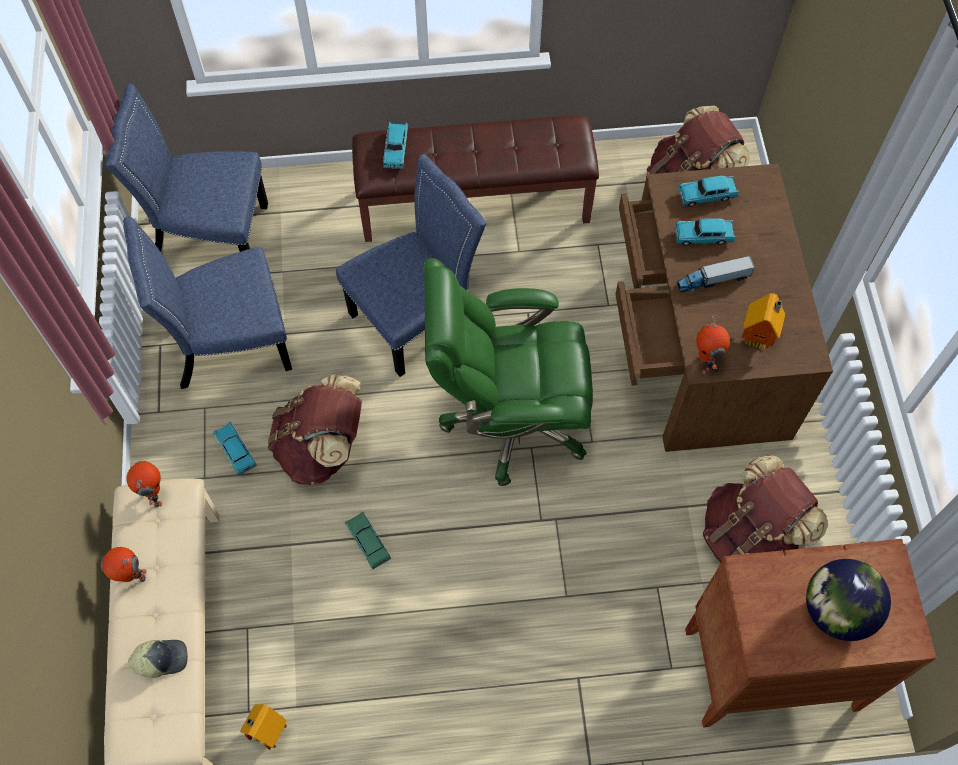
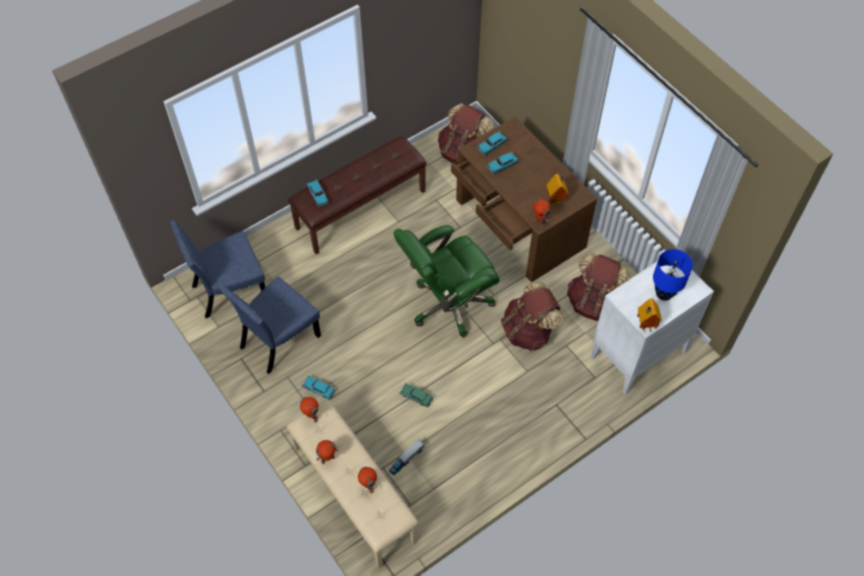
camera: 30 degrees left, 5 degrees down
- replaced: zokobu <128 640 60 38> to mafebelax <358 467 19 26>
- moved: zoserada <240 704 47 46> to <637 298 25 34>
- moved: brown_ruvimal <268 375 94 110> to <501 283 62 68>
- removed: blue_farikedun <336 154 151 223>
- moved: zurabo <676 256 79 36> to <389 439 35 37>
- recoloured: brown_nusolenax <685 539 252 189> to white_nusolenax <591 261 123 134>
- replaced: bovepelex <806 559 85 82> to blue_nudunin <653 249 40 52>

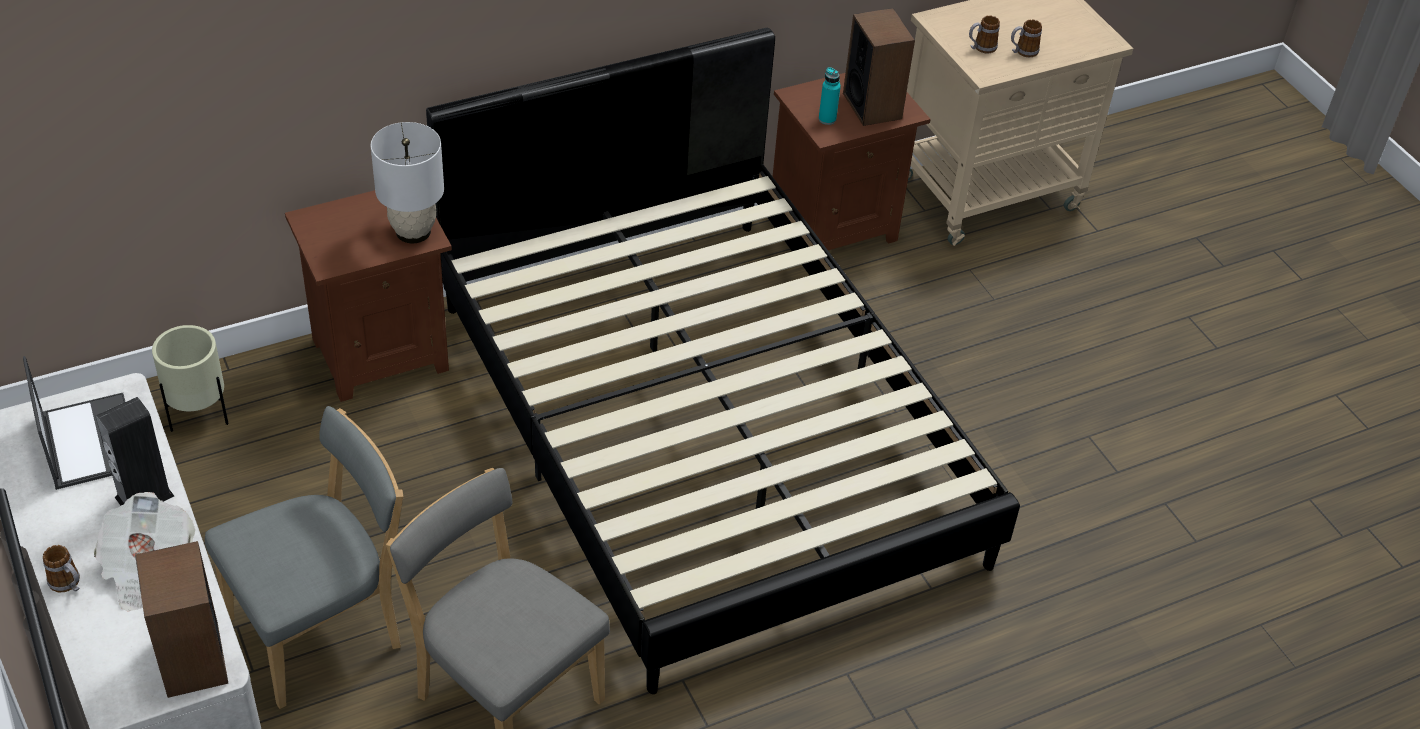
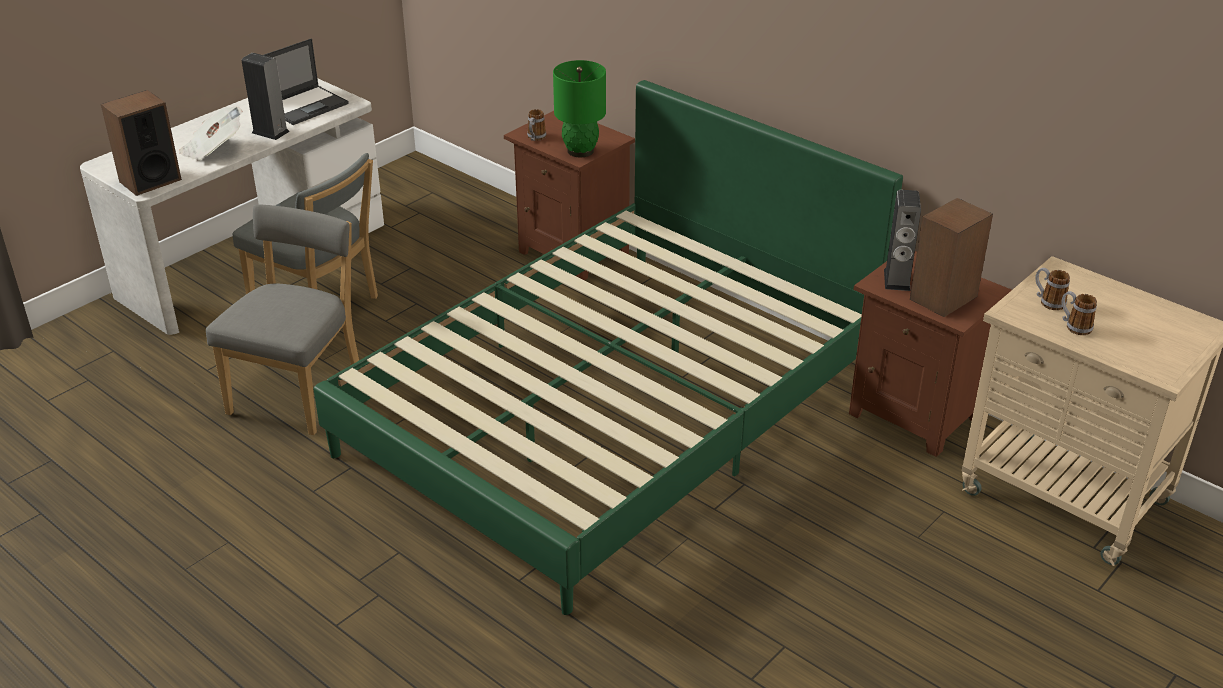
camera: 70 degrees right, 10 degrees down
- moved: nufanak <43 545 37 47> to <527 109 19 32>
- removed: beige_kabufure <152 325 77 107>
- recoloured: white_nudunin <371 122 73 121> to green_nudunin <553 60 53 97>
- recoloured: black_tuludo <426 28 594 666> to green_tuludo <313 80 590 535>
- replaced: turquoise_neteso <819 67 22 58> to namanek <884 190 37 101>

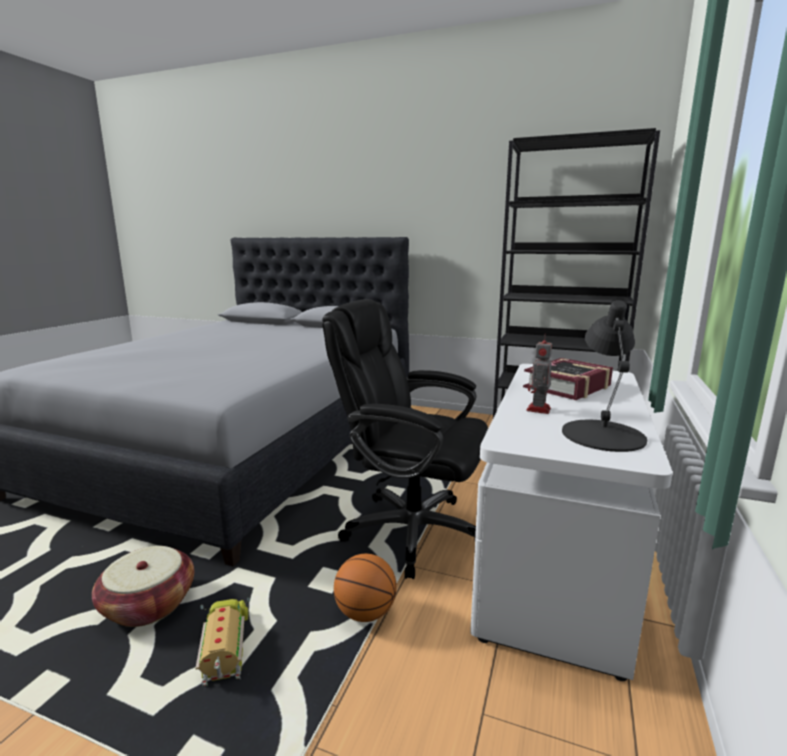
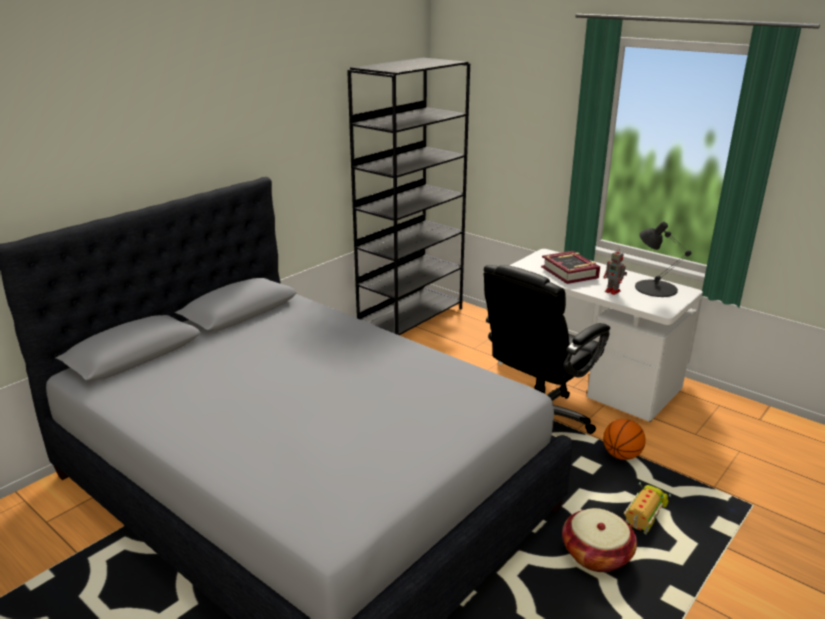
camera: 70 degrees left, 10 degrees up
- turned: zurabo <196 597 54 89> = <624 482 47 52> 120 degrees clockwise

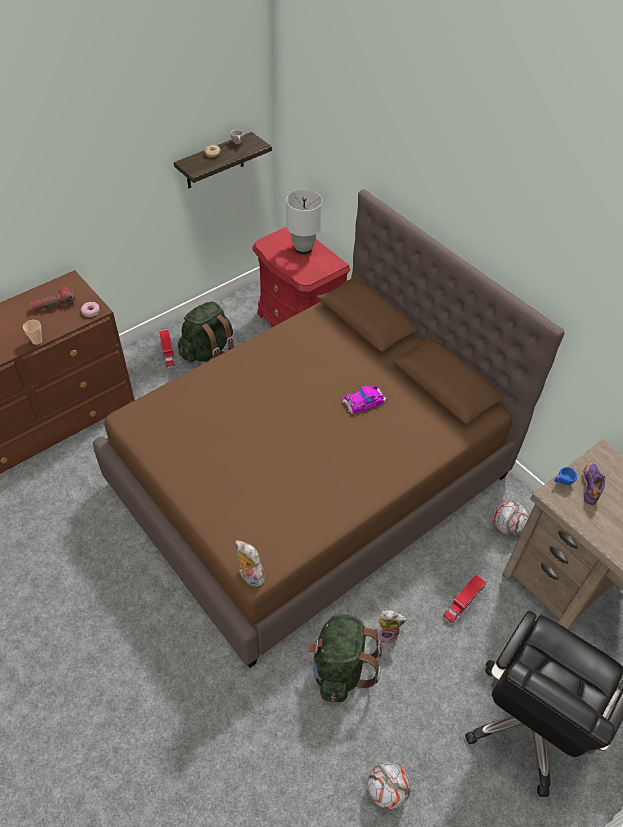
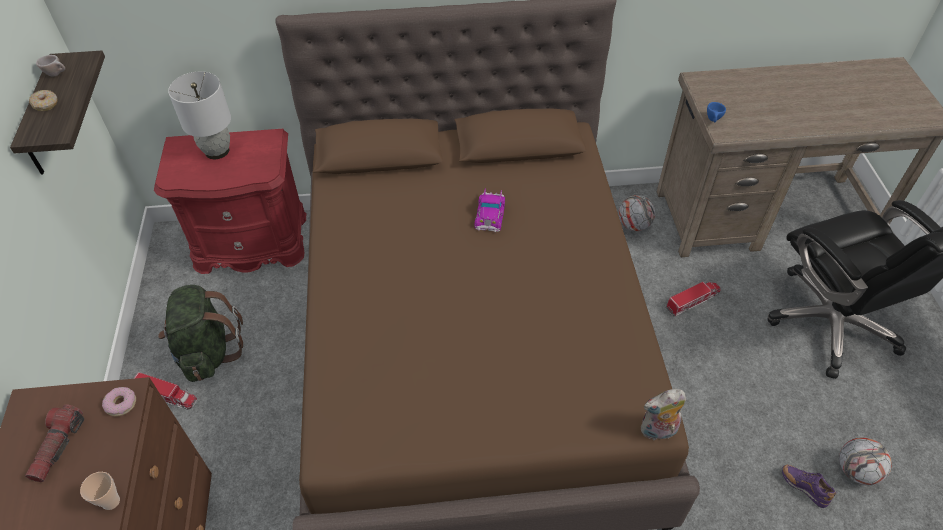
camera: 55 degrees left, 0 degrees up
- removed: green_ruvimal <308 614 74 89>
- removed: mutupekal <373 610 34 34>
- turned: zurabo <443 574 44 49> = <666 281 54 35> 105 degrees counterclockwise
- moved: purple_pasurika <583 462 23 43> to <782 465 55 43>

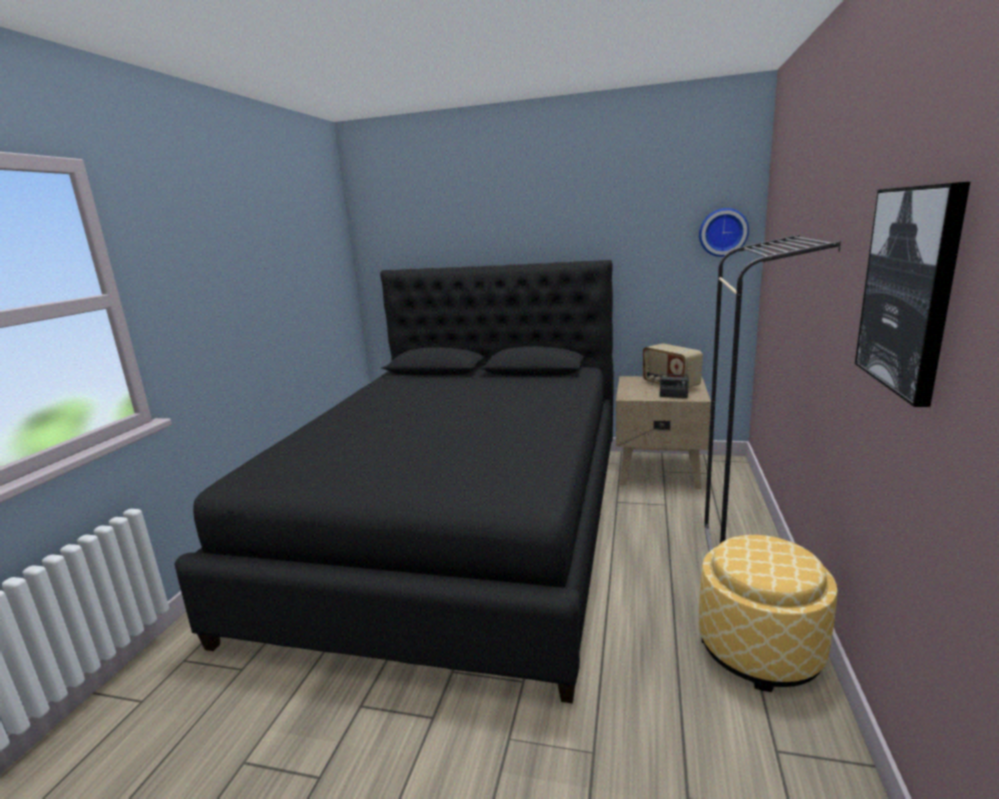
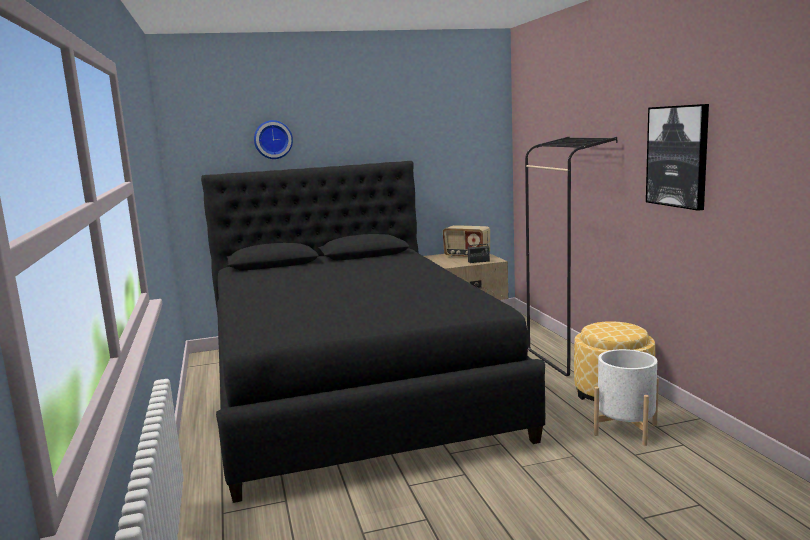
camera: 30 degrees left, 5 degrees down
- moved: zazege <699 208 50 49> to <254 120 39 39>
- added: white_kabufure <594 349 65 97>

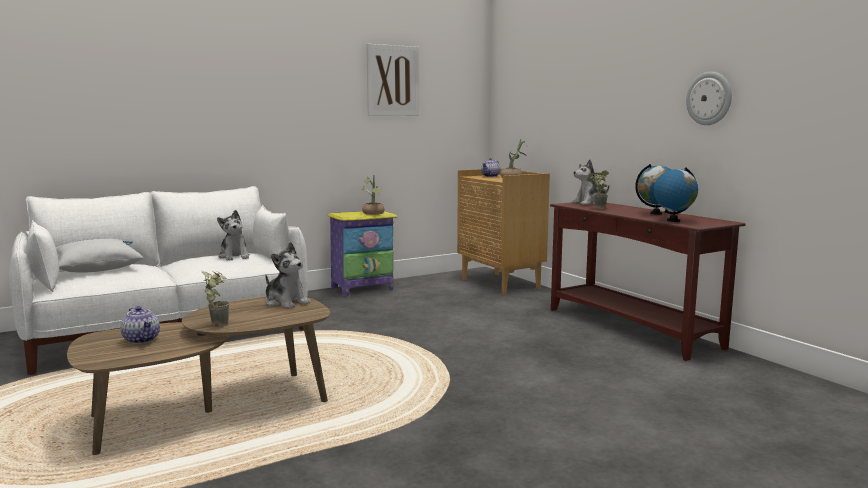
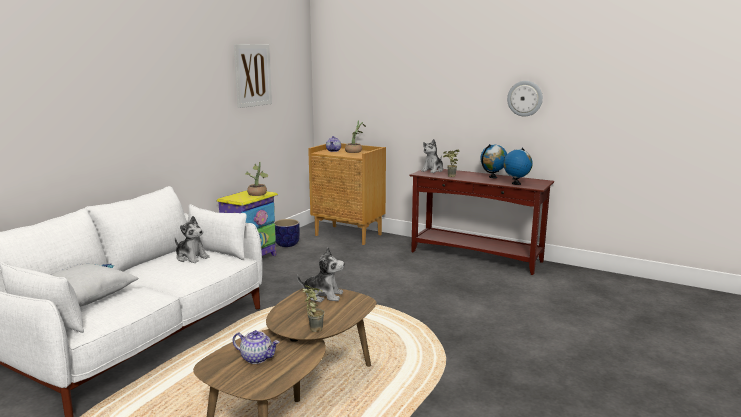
camera: 30 degrees left, 5 degrees up
- added: kabufure <274 219 26 28>

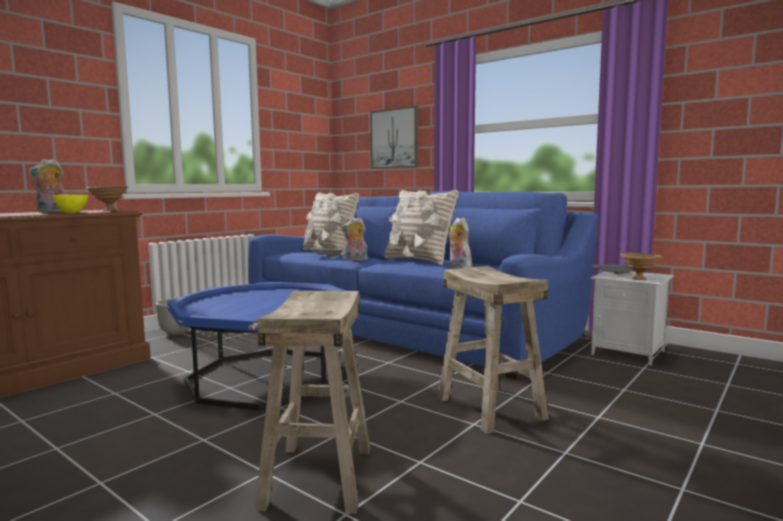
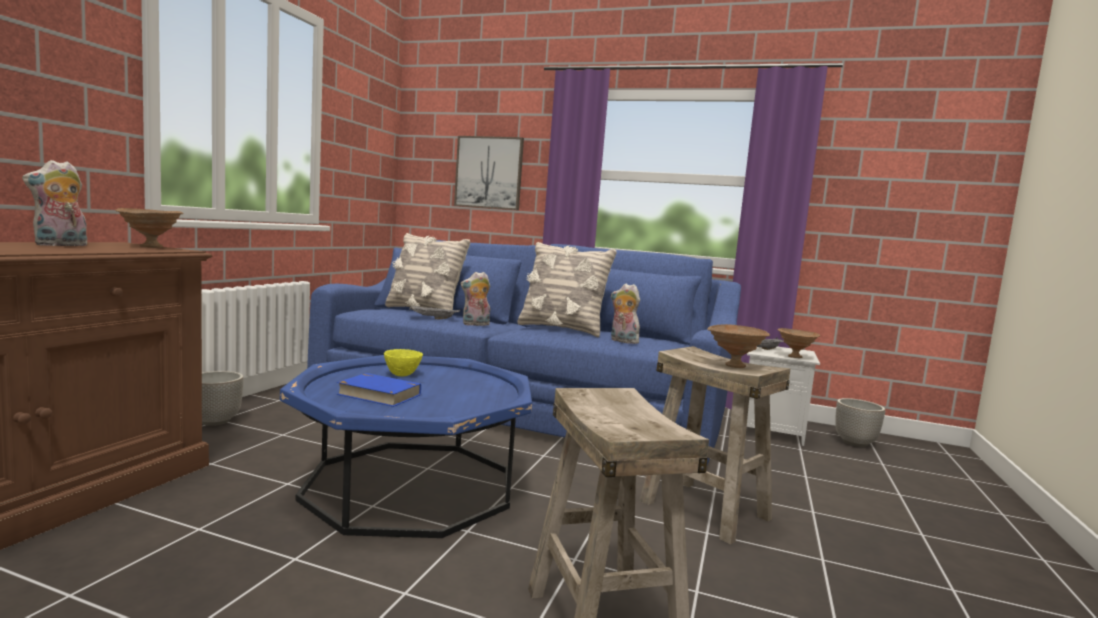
camera: 20 degrees left, 0 degrees up
- moved: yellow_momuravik <53 195 35 18> to <384 349 39 28>
- added: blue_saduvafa <337 373 84 34>
- added: brown_momuravik <707 324 63 44>
- added: kabufure <835 398 50 49>

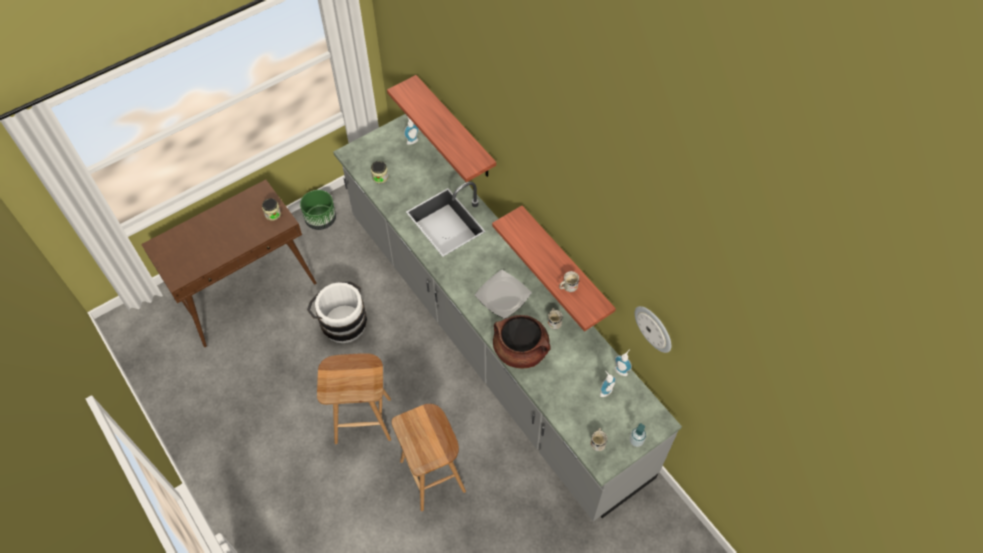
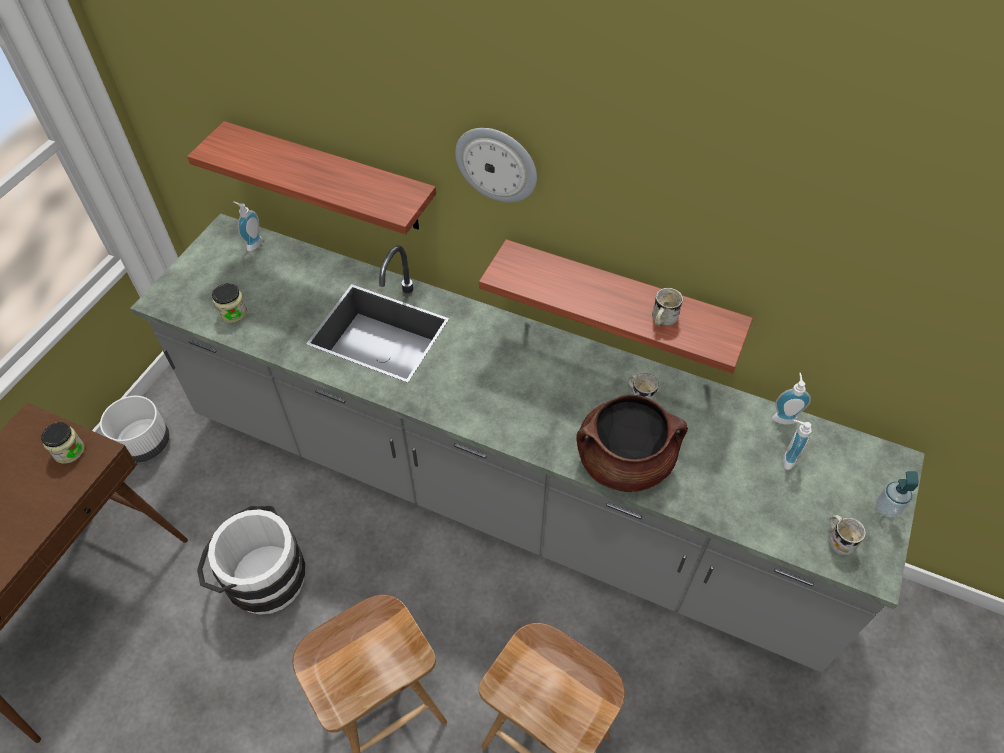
camera: 30 degrees left, 5 degrees down
- recoloured: green_kabufure <300 190 36 40> to white_kabufure <100 396 69 67>
- removed: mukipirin <475 270 57 49>
- moved: zazege <635 306 36 47> to <455 128 82 74>

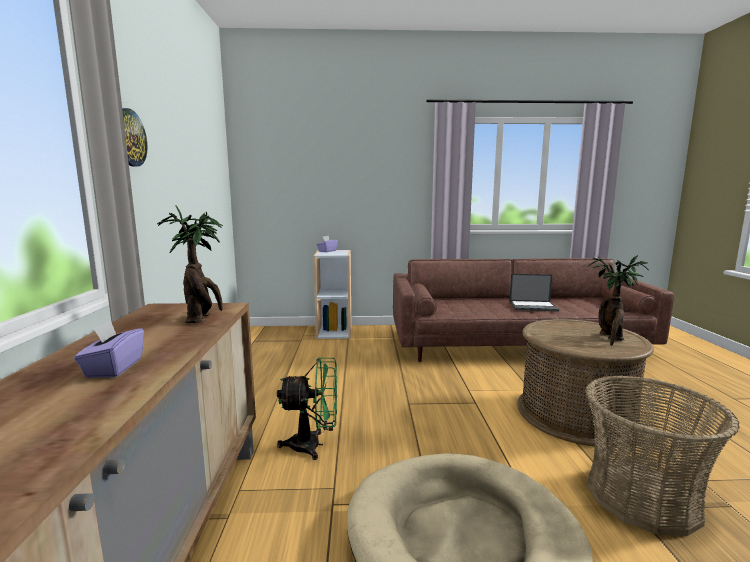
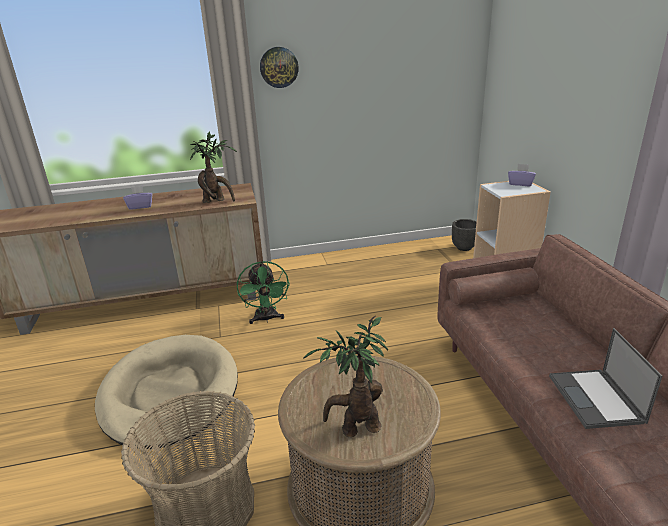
camera: 80 degrees right, 15 degrees up
- added: black_kabufure <452 219 25 32>

